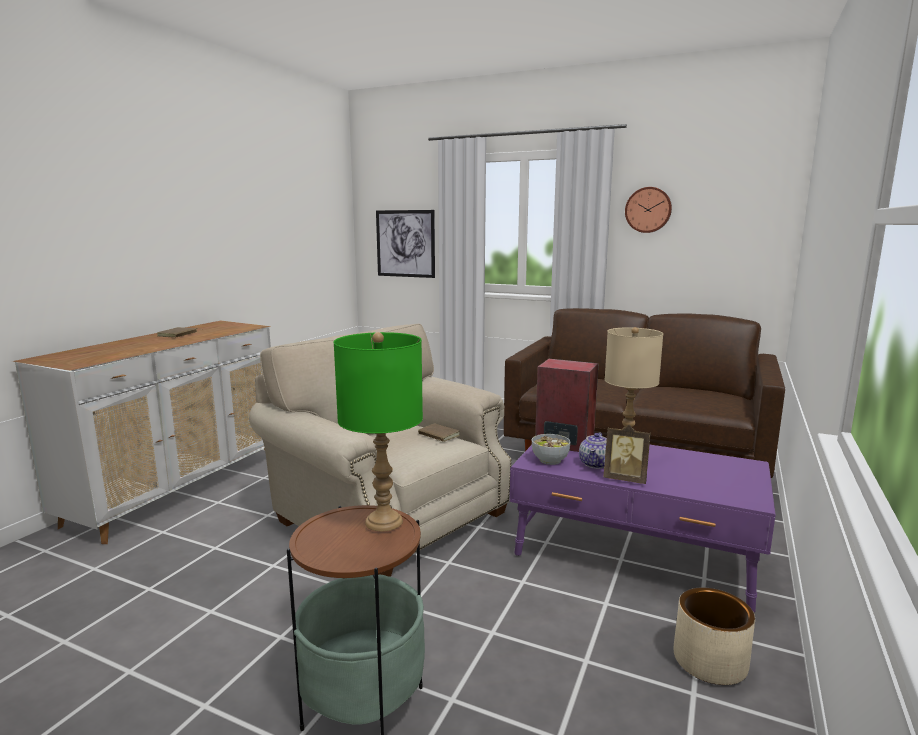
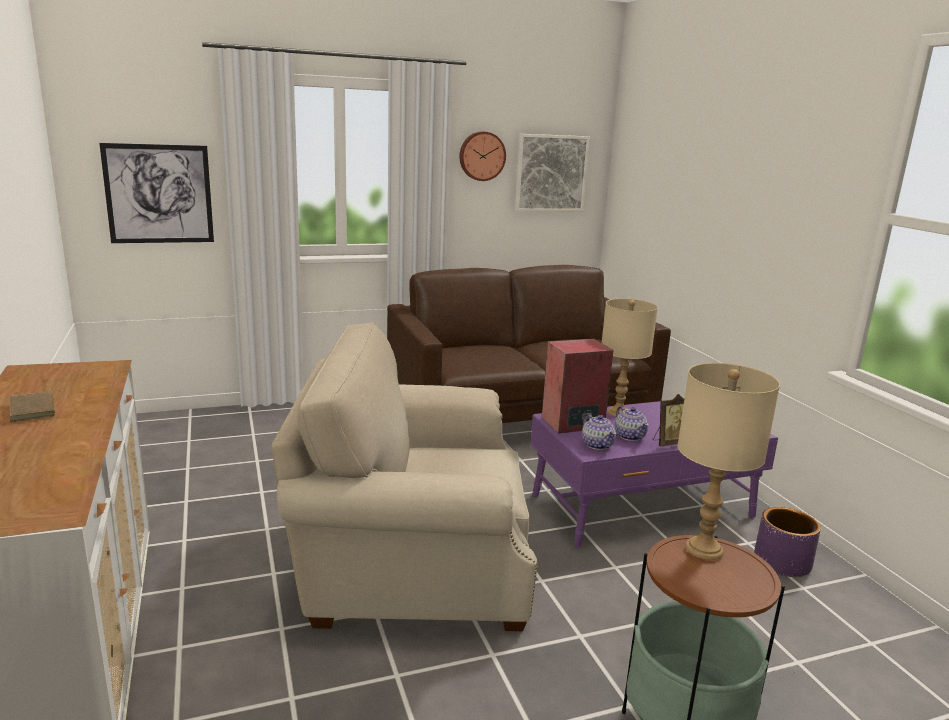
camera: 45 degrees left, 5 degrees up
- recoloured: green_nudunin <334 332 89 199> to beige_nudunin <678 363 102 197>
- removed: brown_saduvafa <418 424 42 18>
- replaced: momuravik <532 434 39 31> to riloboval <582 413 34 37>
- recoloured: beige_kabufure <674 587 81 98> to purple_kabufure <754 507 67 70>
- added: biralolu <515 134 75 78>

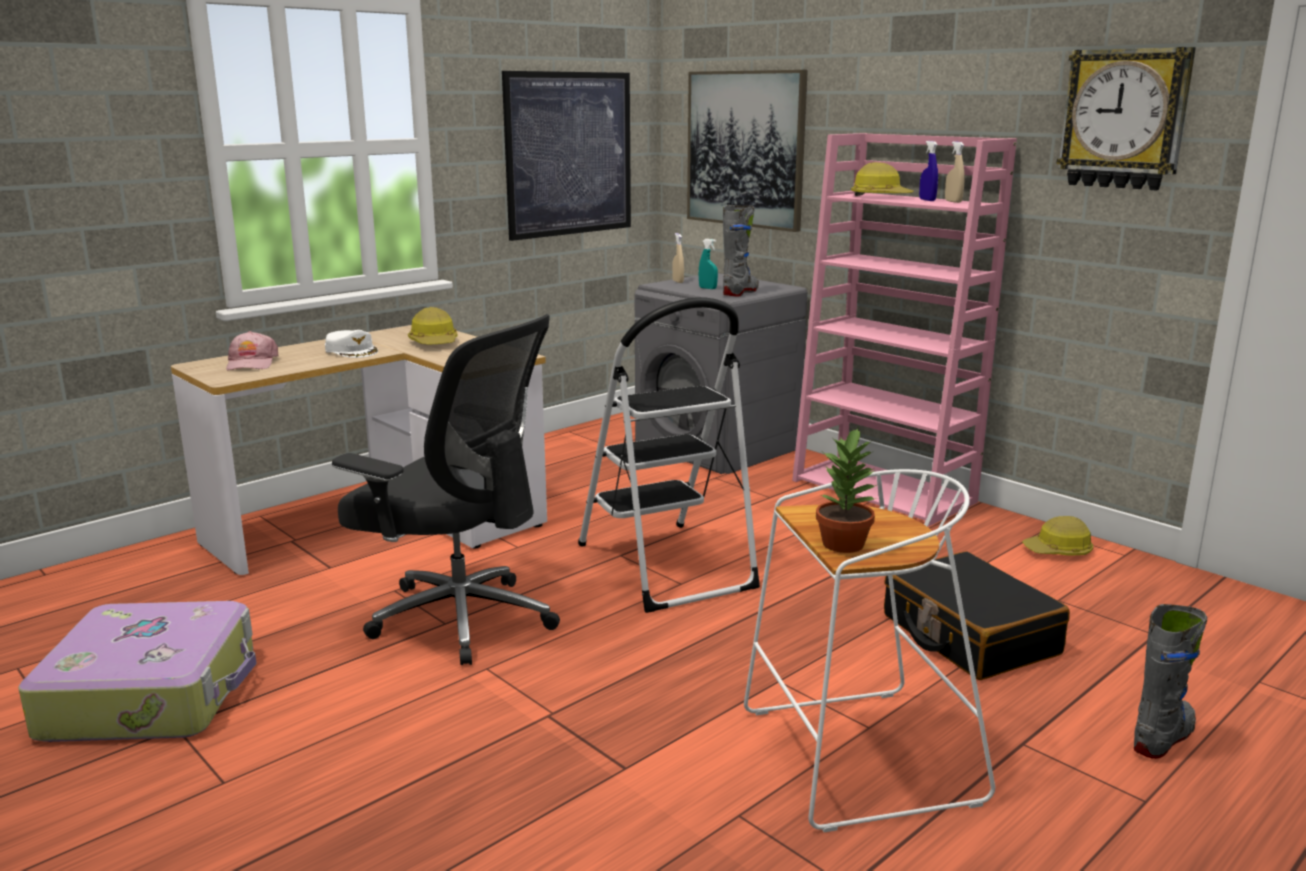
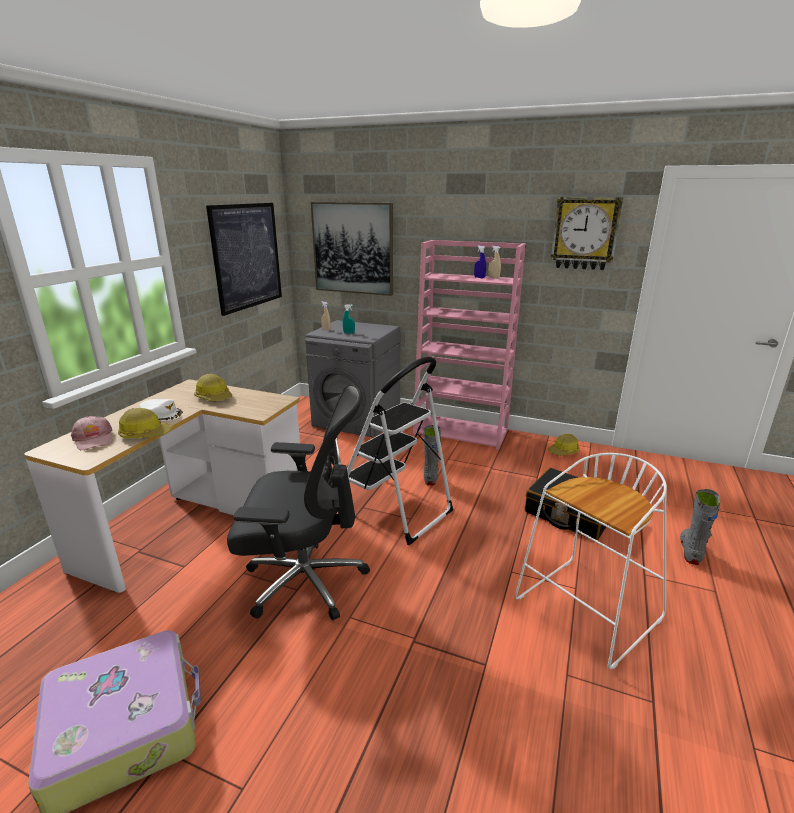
camera: 25 degrees left, 5 degrees up
- moved: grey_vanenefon <723 205 36 92> to <423 425 18 60>
- removed: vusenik <816 426 61 127>
- moved: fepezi <851 162 63 34> to <118 408 55 30>

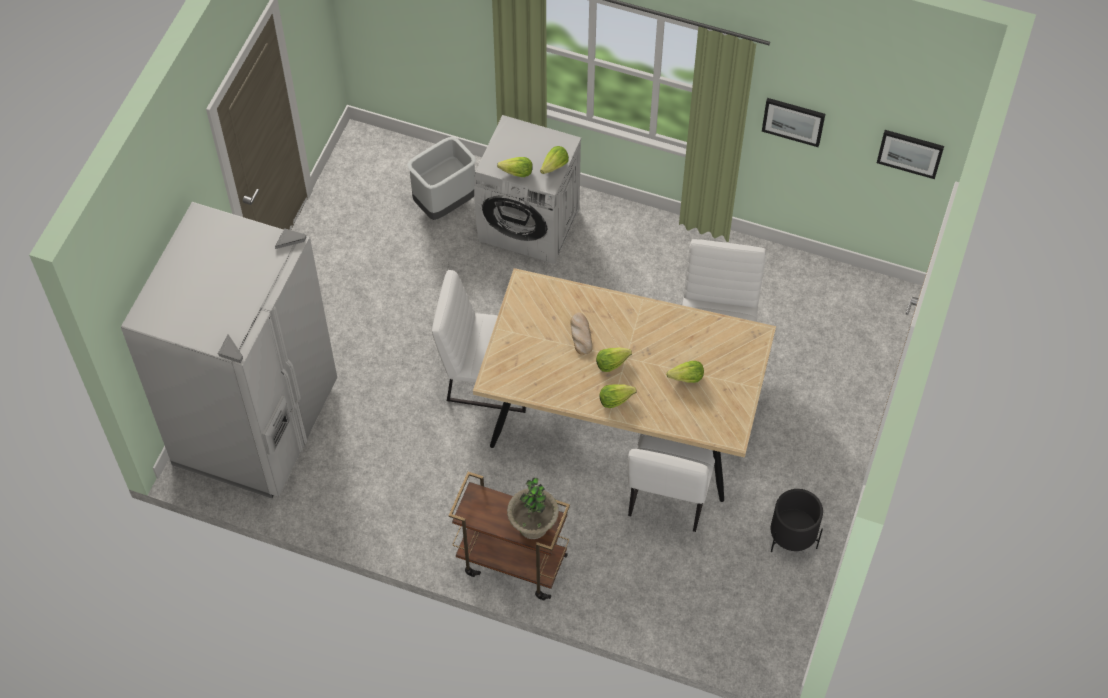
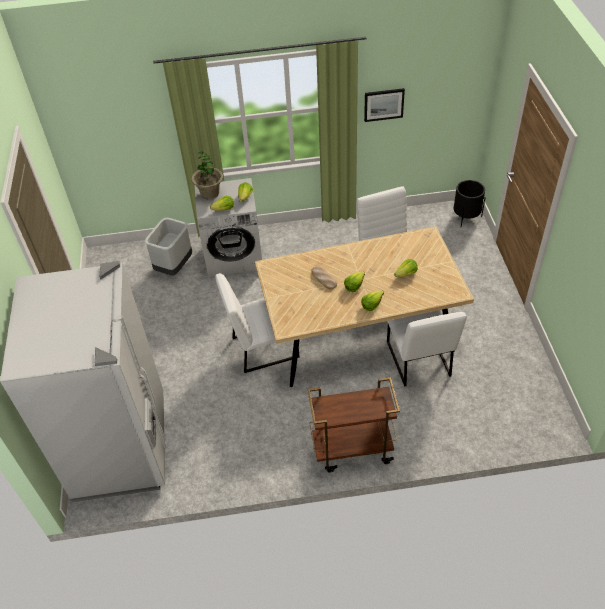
camera: 25 degrees left, 10 degrees down
- moved: vusenik <507 478 52 61> to <191 151 32 49>
- moved: black_kabufure <771 489 52 64> to <454 180 32 47>
- removed: biralolu <877 130 67 49>

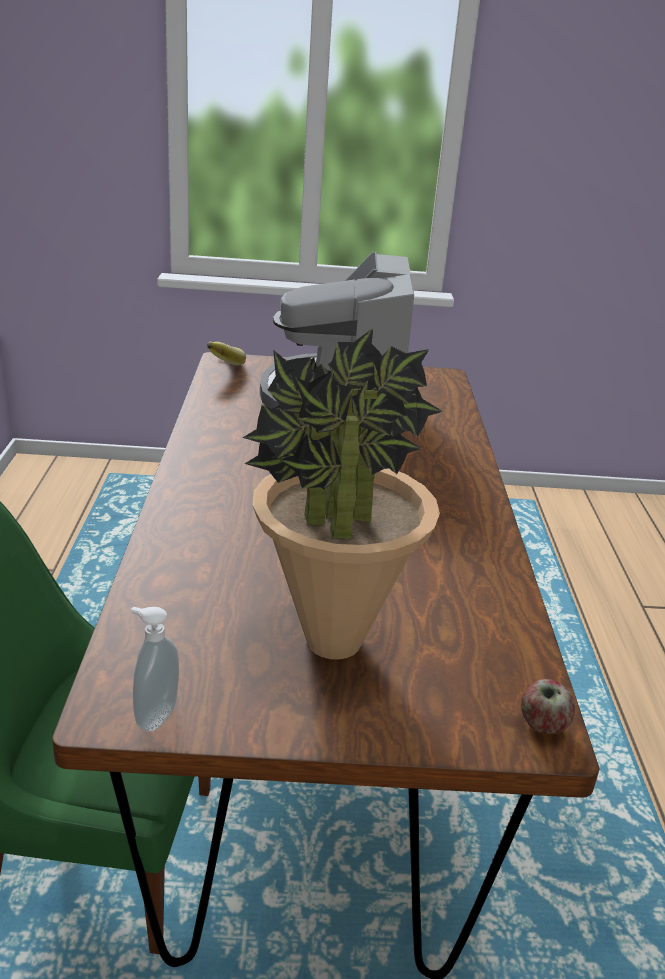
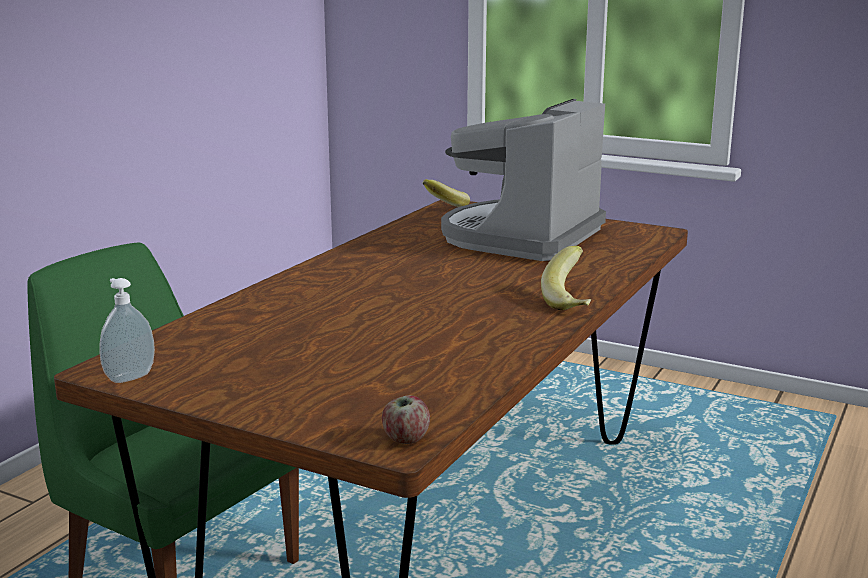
camera: 30 degrees right, 10 degrees down
- removed: vusenik <242 328 201 332>
- added: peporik <541 246 50 64>

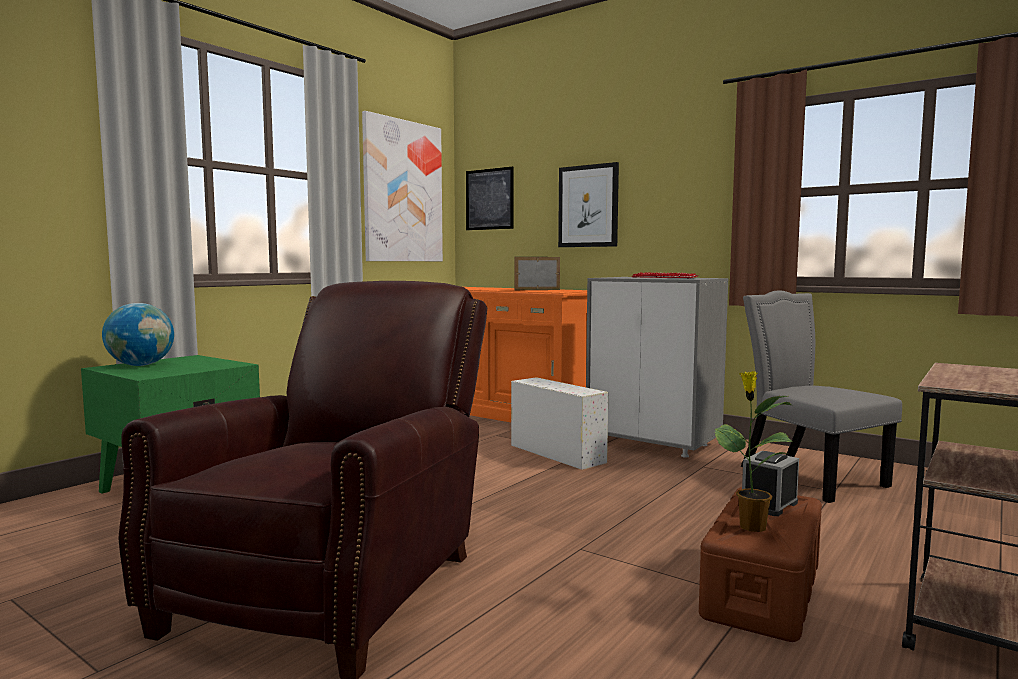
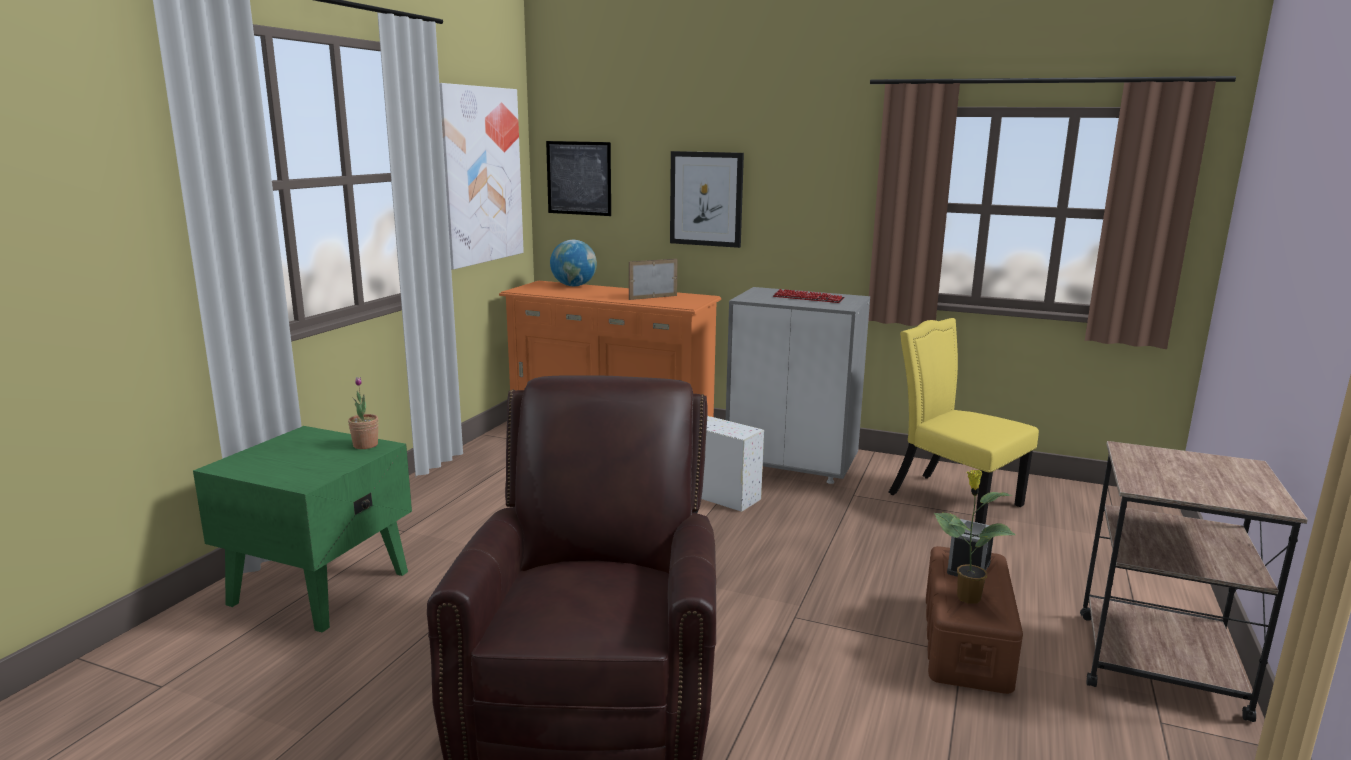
camera: 15 degrees left, 10 degrees up
- moved: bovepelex <102 303 72 63> to <550 240 47 46>
- recoloured: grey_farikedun <741 290 161 213> to yellow_farikedun <888 318 151 206>
- added: vusenik <348 377 30 72>

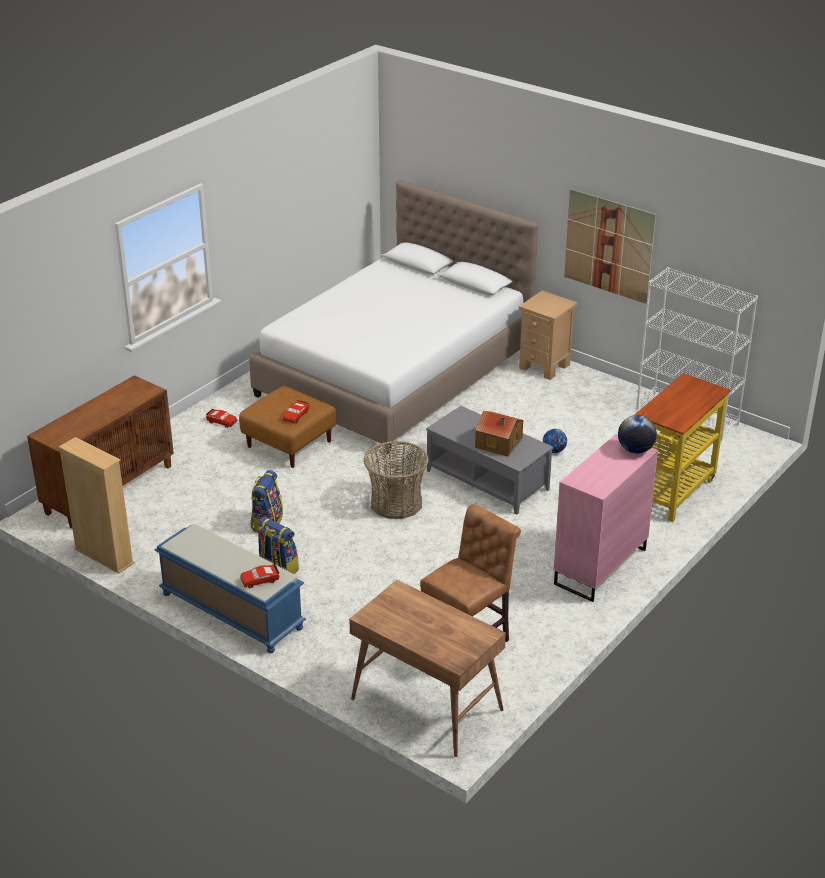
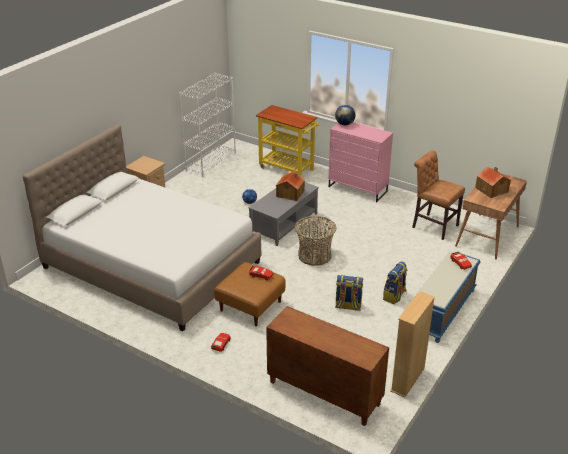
camera: 95 degrees left, 0 degrees up
- removed: biralolu <564 189 92 115>
- added: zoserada <475 167 36 31>

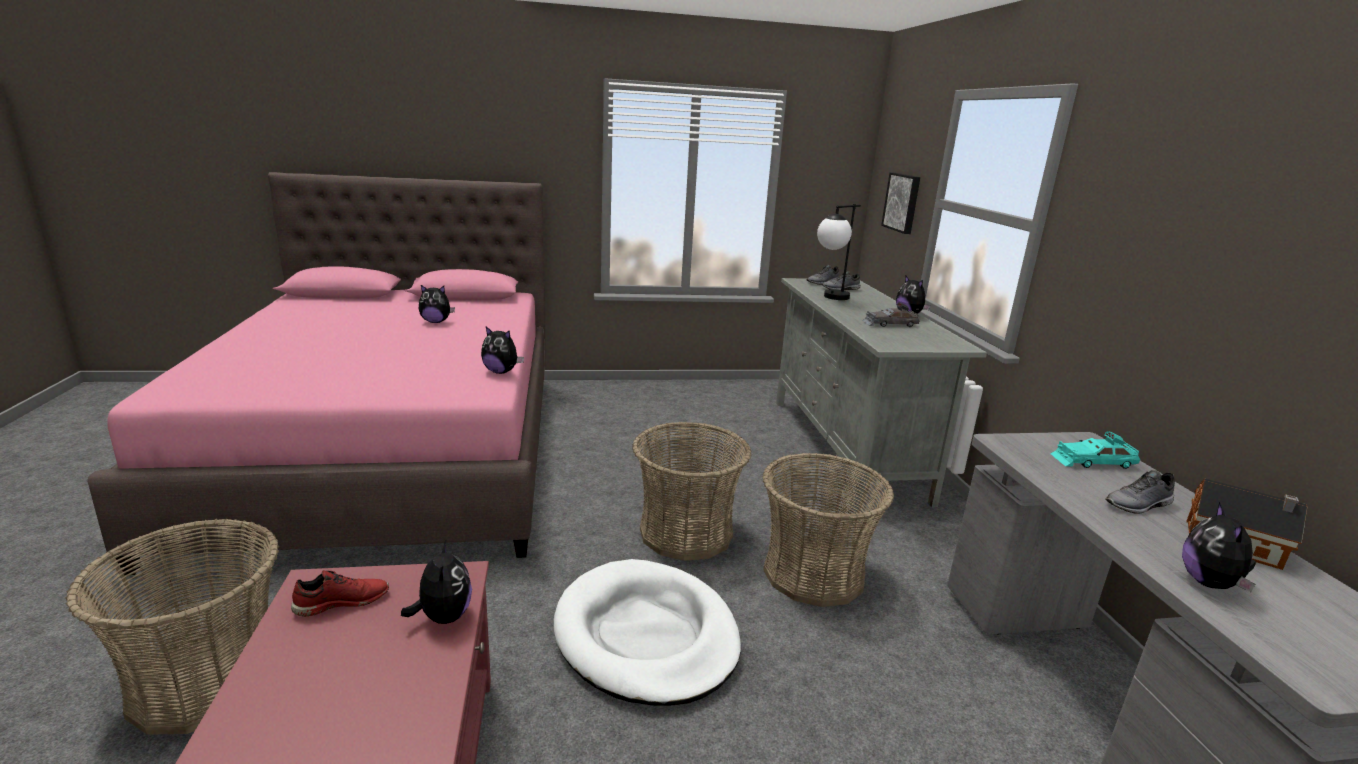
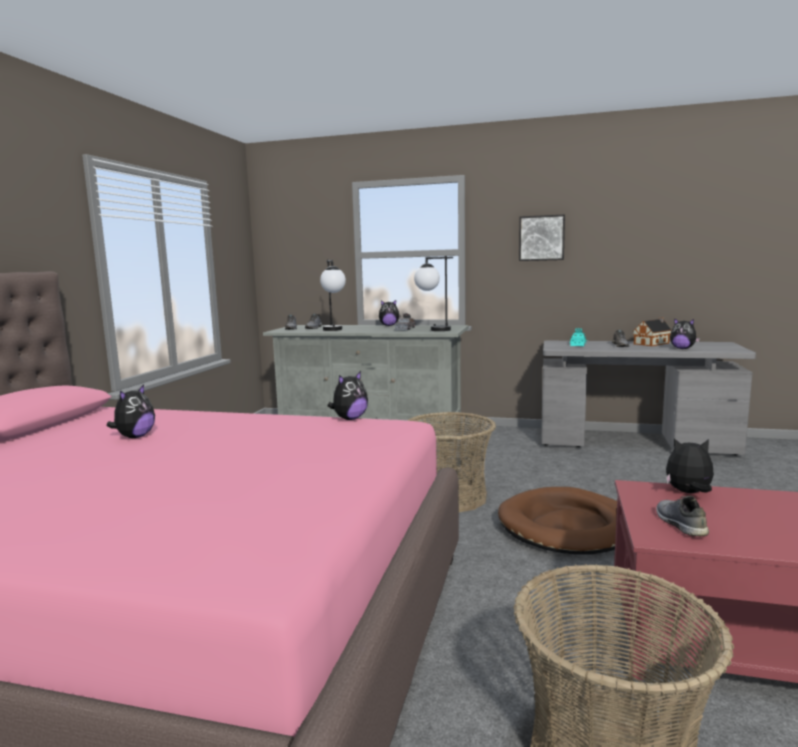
camera: 65 degrees left, 10 degrees down
- recoloured: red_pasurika <291 570 98 46> to grey_pasurika <656 496 53 41>
- recoloured: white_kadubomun <554 559 187 147> to brown_kadubomun <498 487 119 68>
- removed: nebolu <762 453 132 154>
- moved: biralolu <881 172 39 62> to <519 215 46 46>
- added: nudunin <414 256 39 75>

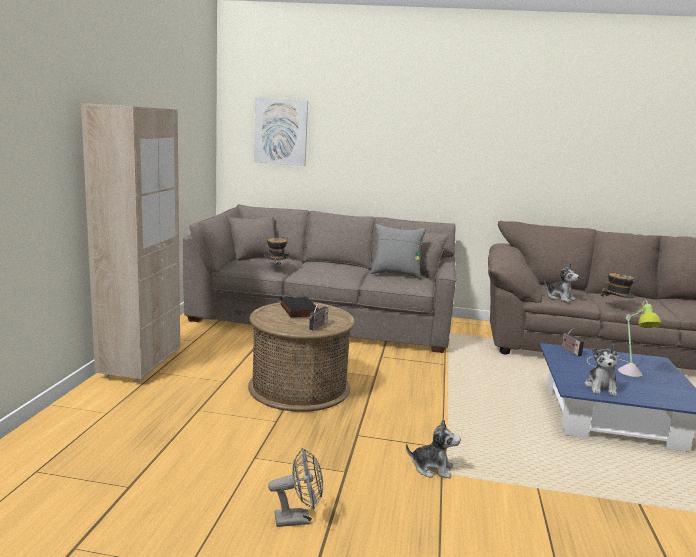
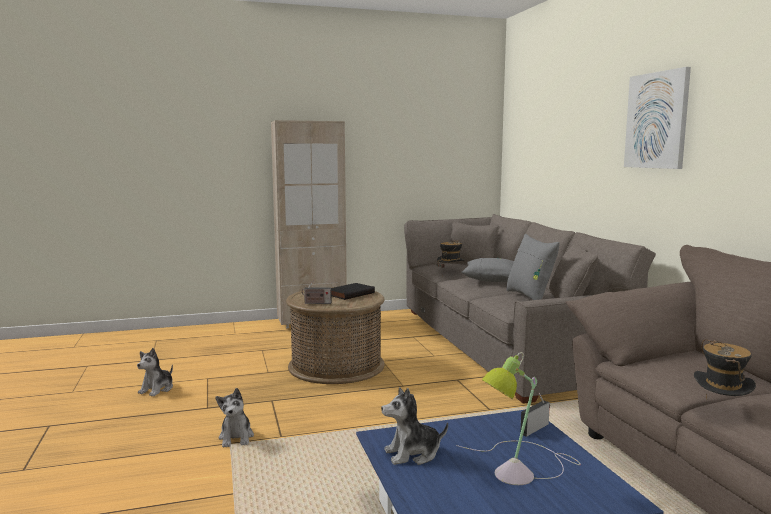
camera: 65 degrees right, 5 degrees down
- moved: biralolu <254 97 54 69> to <624 67 67 102>
- removed: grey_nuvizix <268 448 55 79>
- moved: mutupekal <545 263 34 39> to <137 348 36 48>
- added: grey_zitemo <461 258 53 24>

